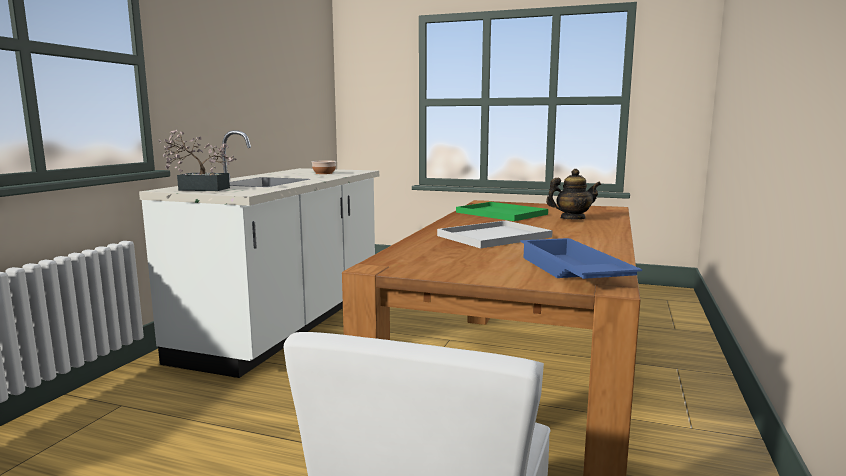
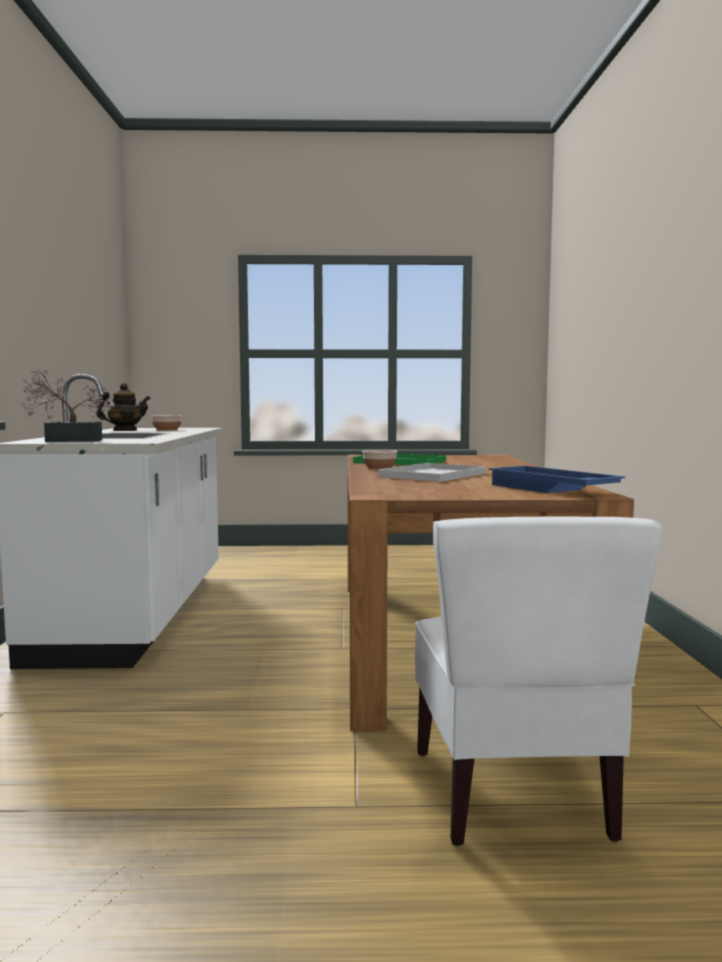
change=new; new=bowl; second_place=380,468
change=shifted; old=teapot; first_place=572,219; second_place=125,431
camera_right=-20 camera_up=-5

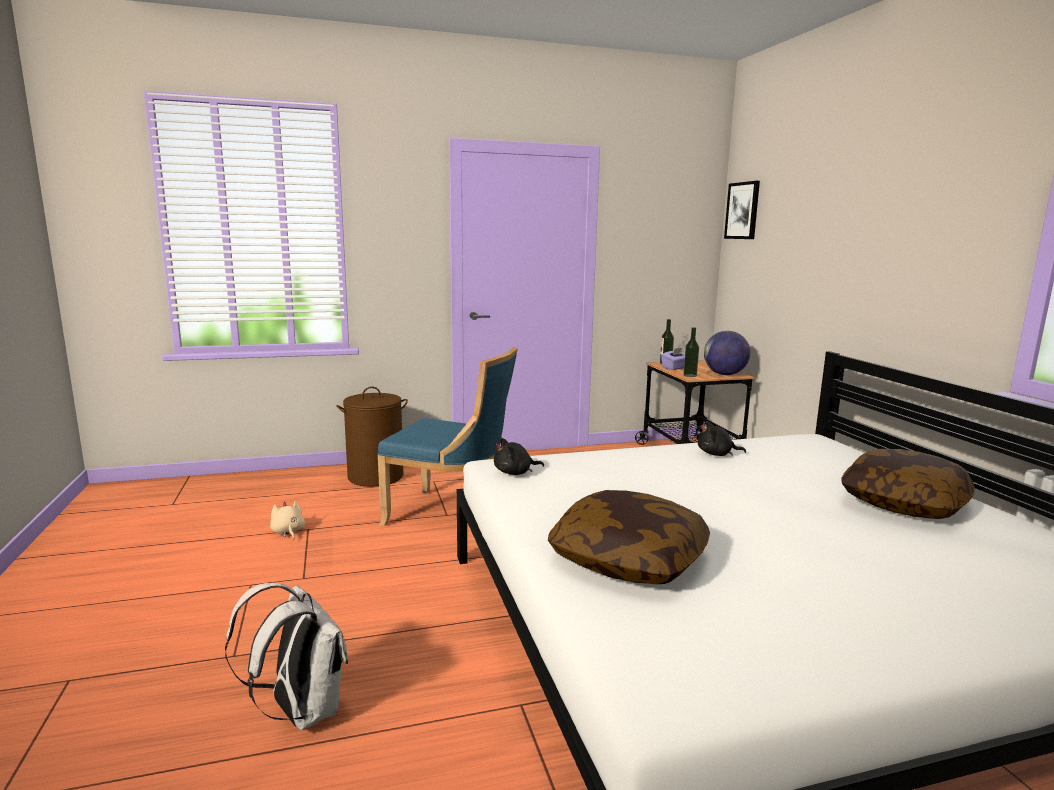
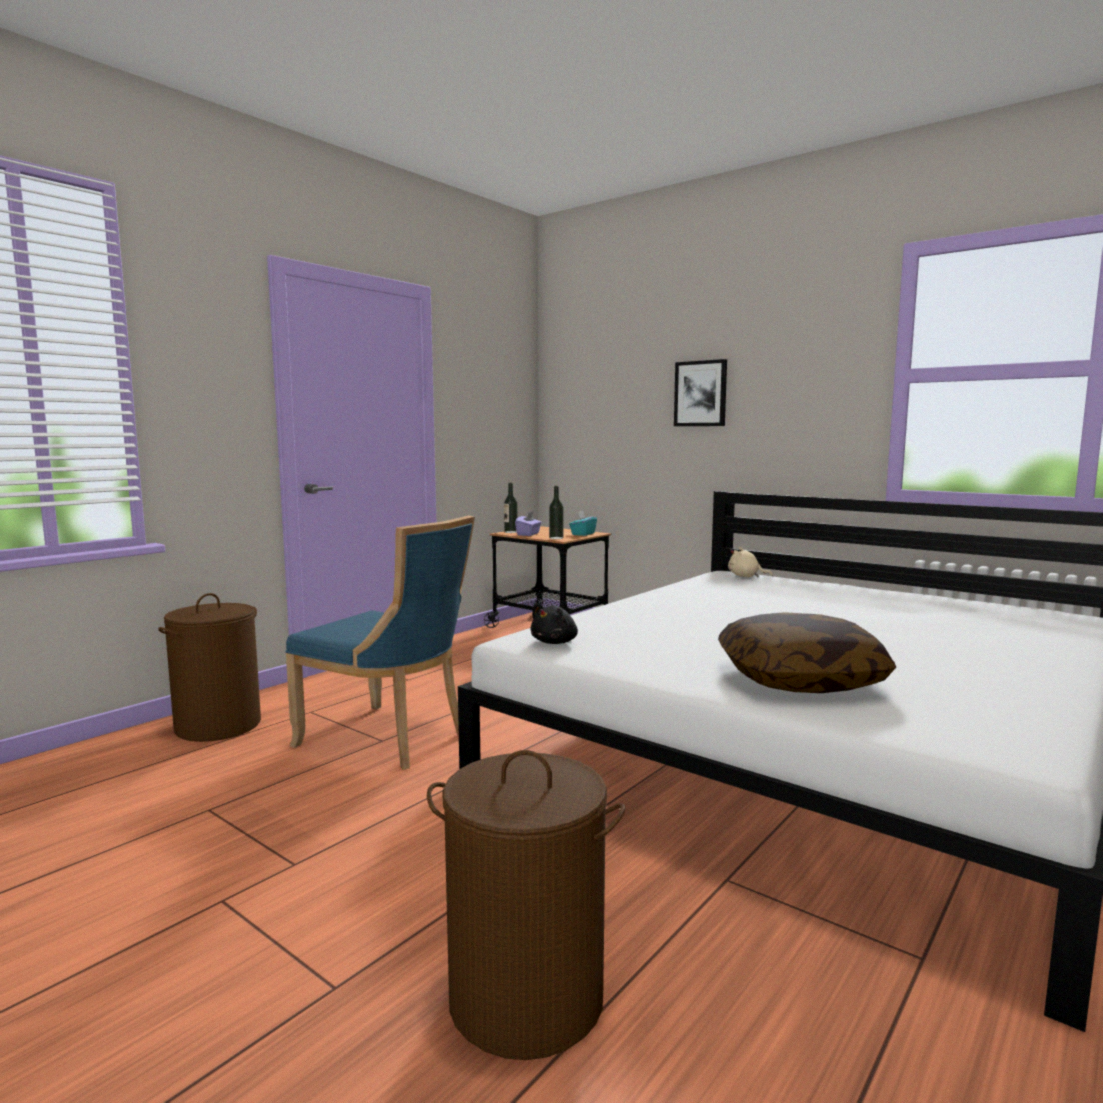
change=gone; old=plush toy (black); first_place=717,454
change=gone; old=pillow; first_place=903,503
change=shifted; old=plush toy (beige); first_place=288,532; second_place=746,576
change=shifted; old=picture; first_place=742,210; second_place=700,393
change=swapped; old=backpack (white); new=laundry basket (brown); first_place=300,711; second_place=524,998
change=swapped; old=globe; new=tissue box (turquoise); first_place=724,374; second_place=583,534
change=rotated; old=chair (blue); first_place=452,515; second_place=389,739; degrees=45
camera_right=-35 camera_up=-5

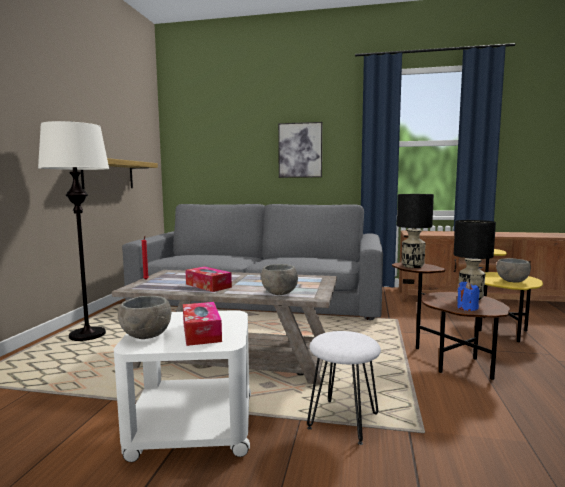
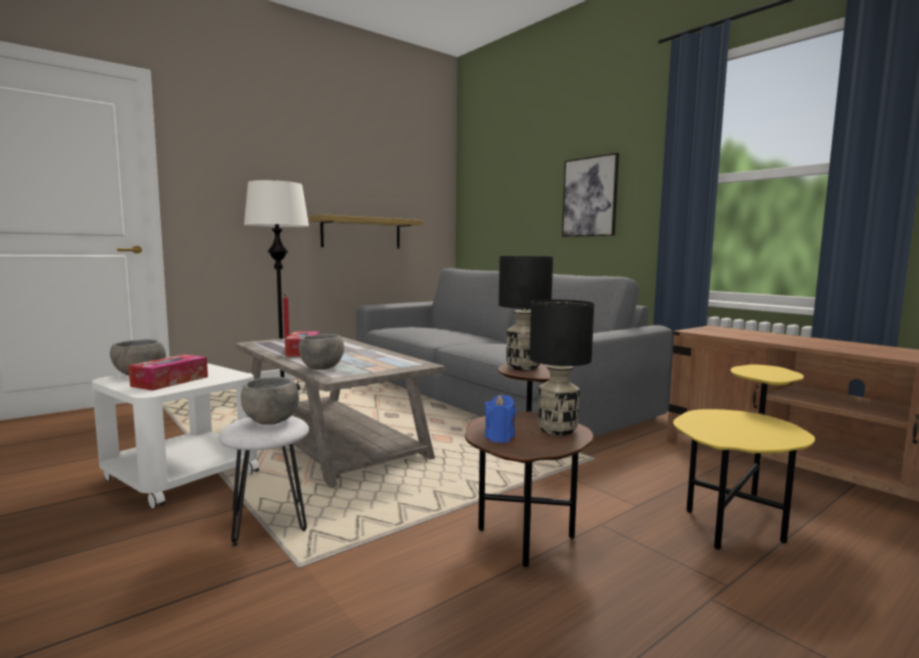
change=shifted; old=bowl (grey); first_place=513,281; second_place=271,421
camera_right=40 camera_up=0

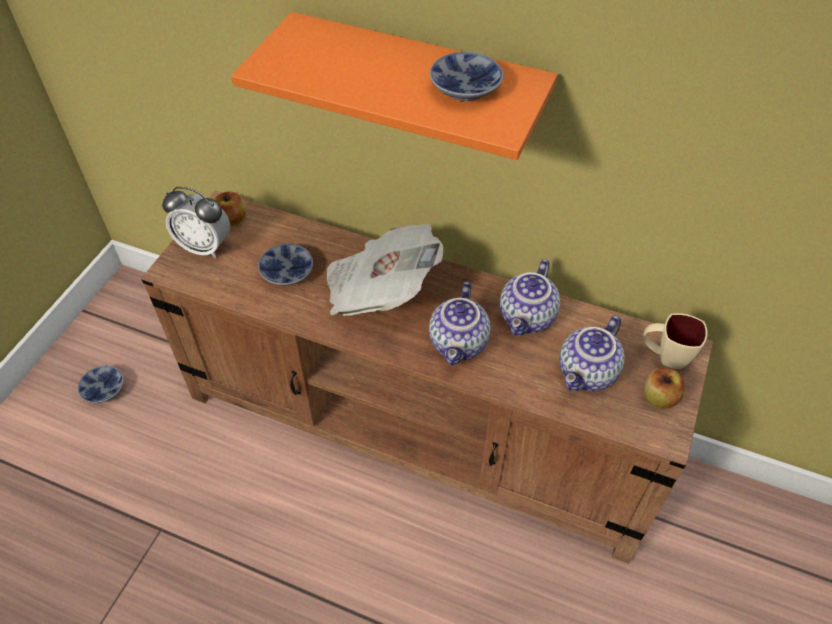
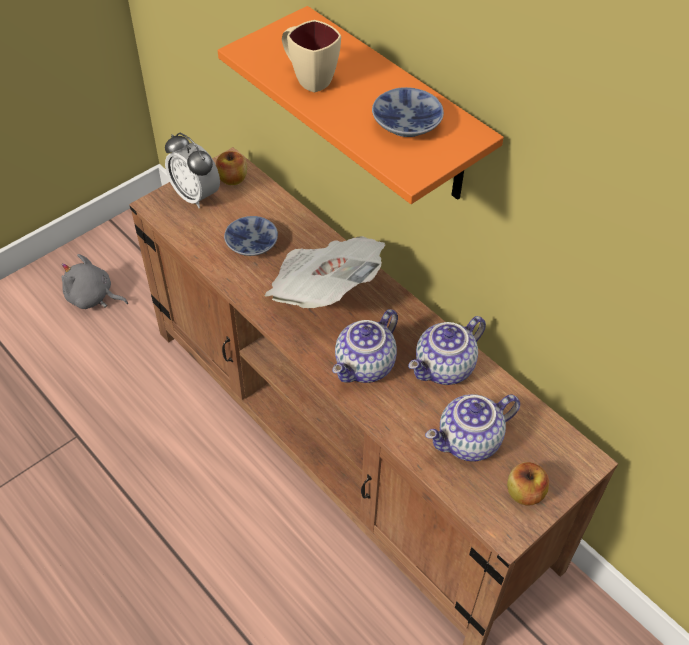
change=shifted; old=mug (beige); first_place=664,357; second_place=308,79
change=swapped; old=bowl; new=plush toy (grey); first_place=105,390; second_place=92,297
camera_right=25 camera_up=0

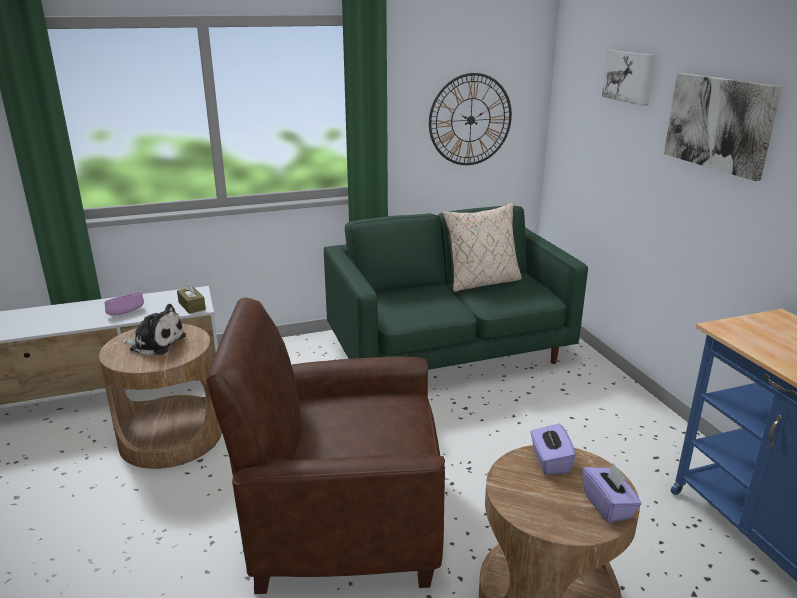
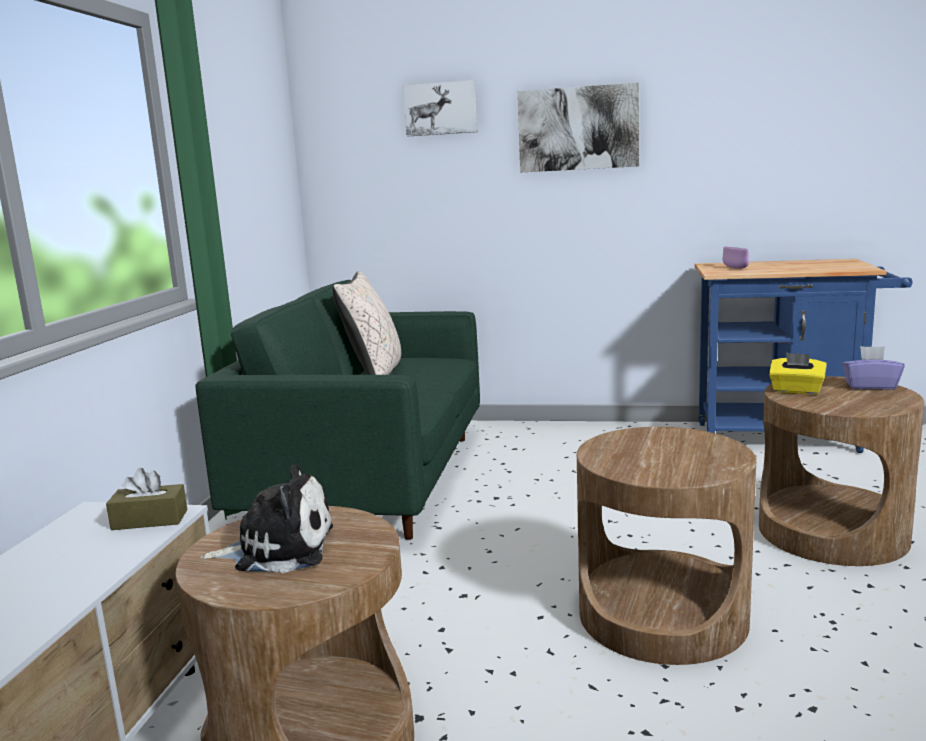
change=gone; old=wall clock; first_place=470,120
change=shifted; old=bowl (purple); first_place=126,312; second_place=735,268
change=swapped; old=armchair (brown); new=side table (brown); first_place=341,523; second_place=661,615
change=repainted; old=tissue box (purple); new=tissue box (yellow); first_place=549,461; second_place=796,391
change=rotated; old=plush toy; first_place=155,343; second_place=278,549; degrees=45
camera_right=-60 camera_up=-10

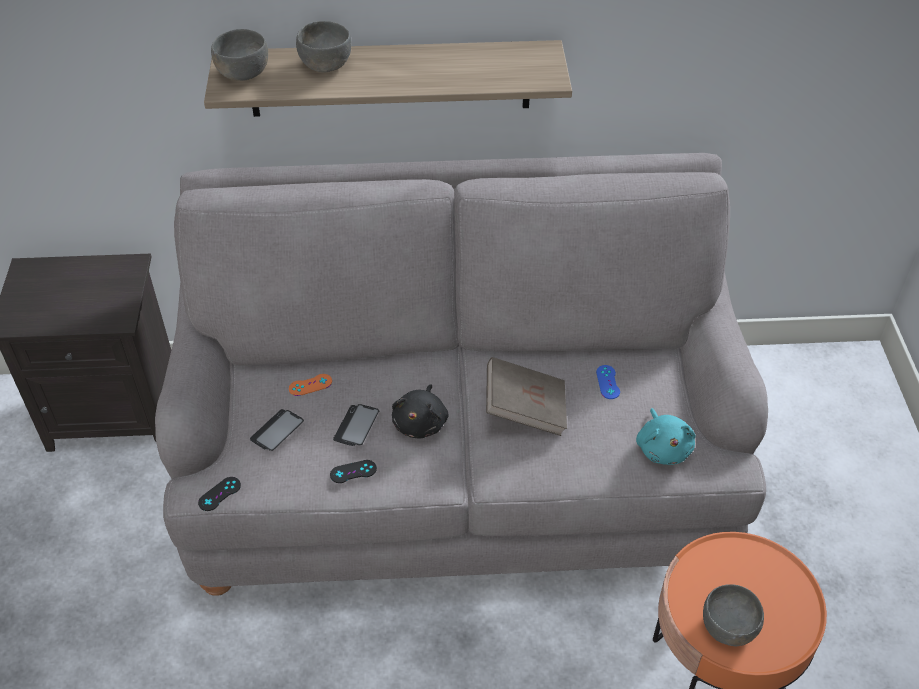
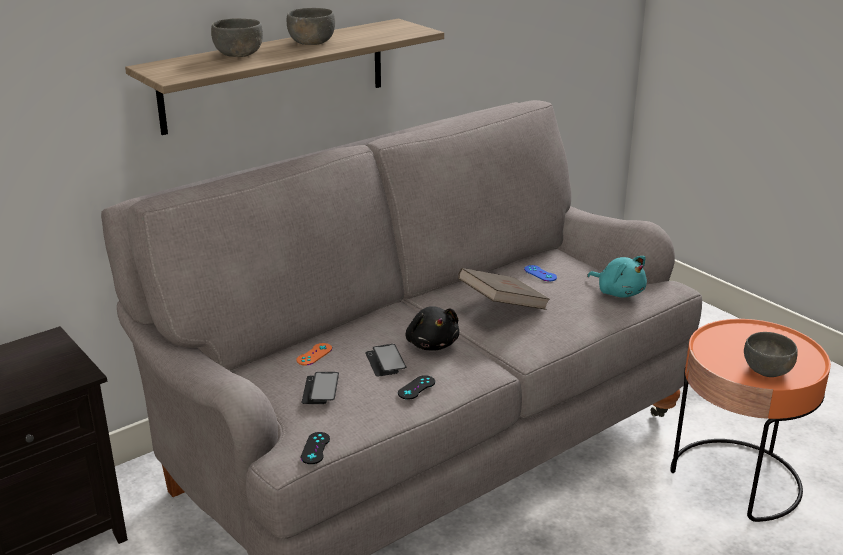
change=shifted; old=bowl (grey); first_place=242,73; second_place=311,42
camera_right=-35 camera_up=-20

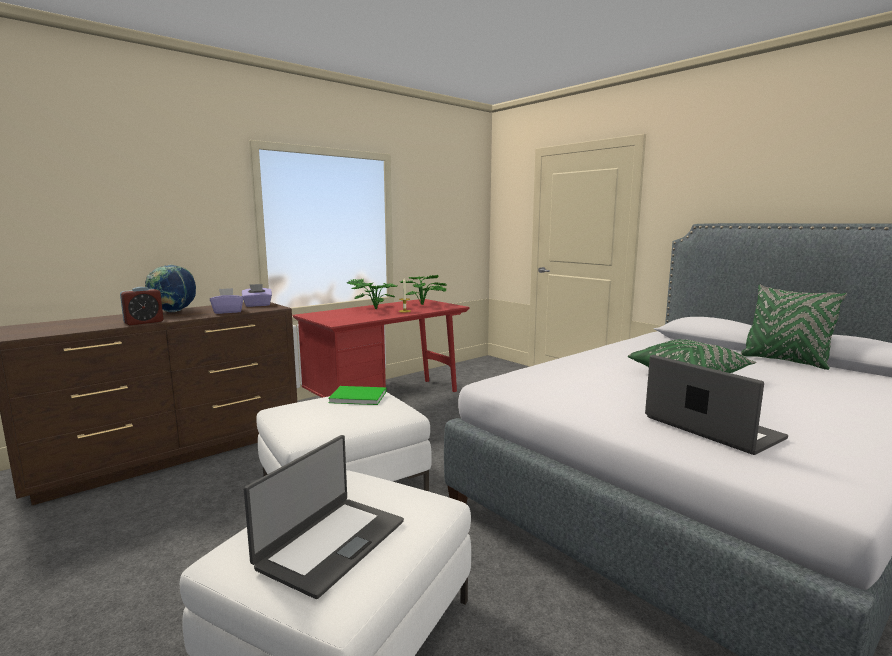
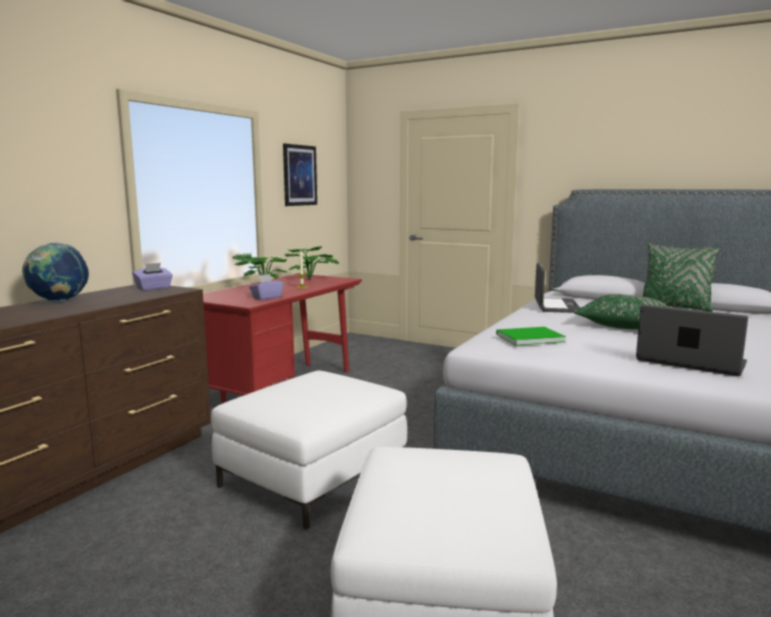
change=gone; old=alarm clock; first_place=144,322
change=new; new=picture; second_place=299,175
change=shifted; old=tissue box (purple); first_place=228,312; second_place=266,297
change=shifted; old=laptop; first_place=330,543; second_place=556,306
change=shifted; old=book (green); first_place=357,396; second_place=527,338
camera_right=-20 camera_up=0

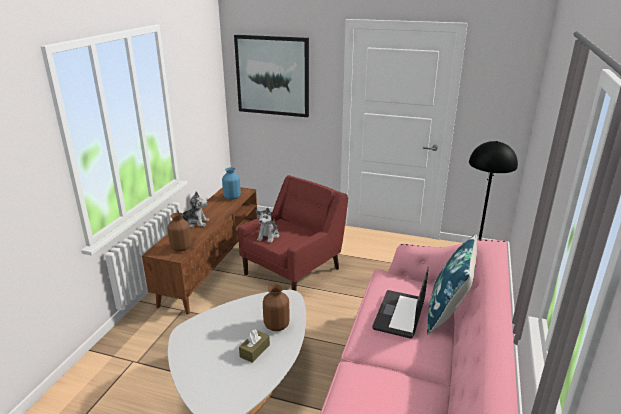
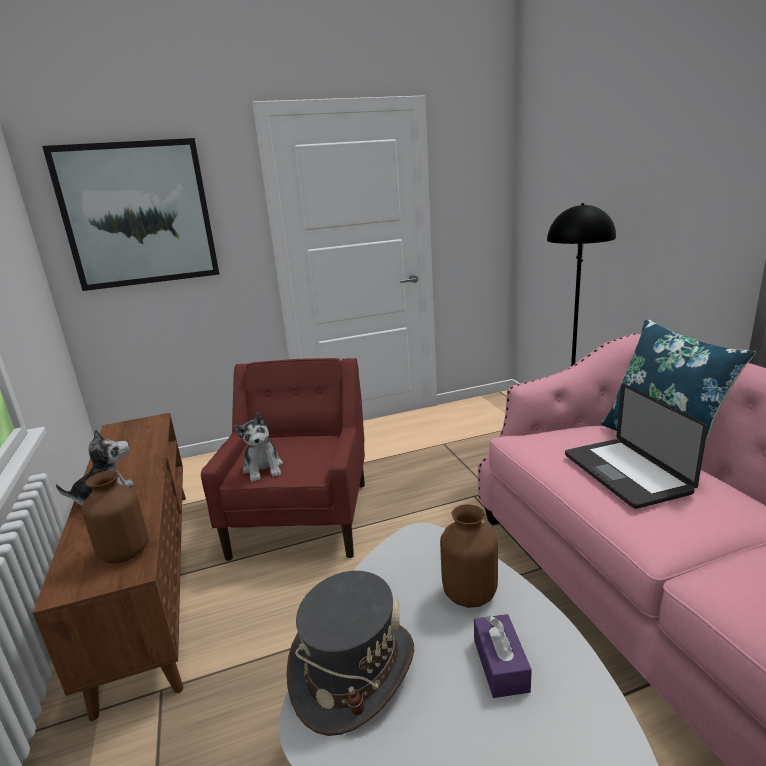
change=gone; old=vase (blue); first_place=232,197
change=new; new=hat (grey); second_place=352,670
change=repainted; old=tissue box (brown); new=tissue box (purple); first_place=254,351; second_place=500,665
camera_right=-35 camera_up=-5

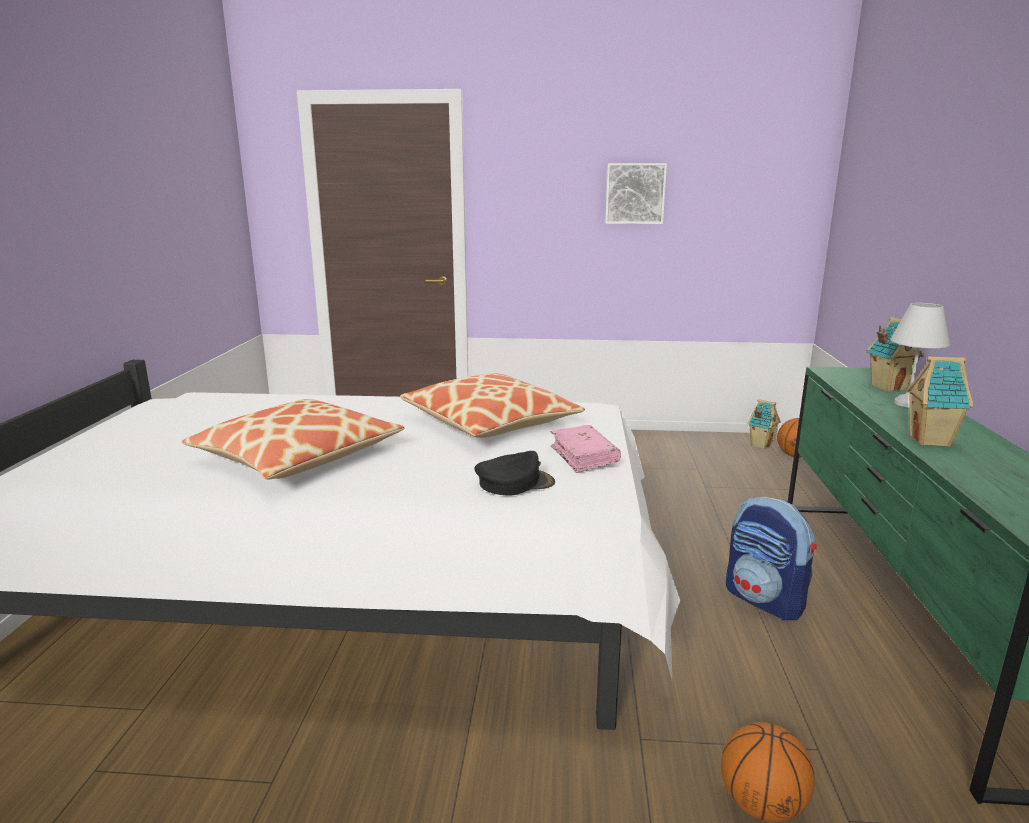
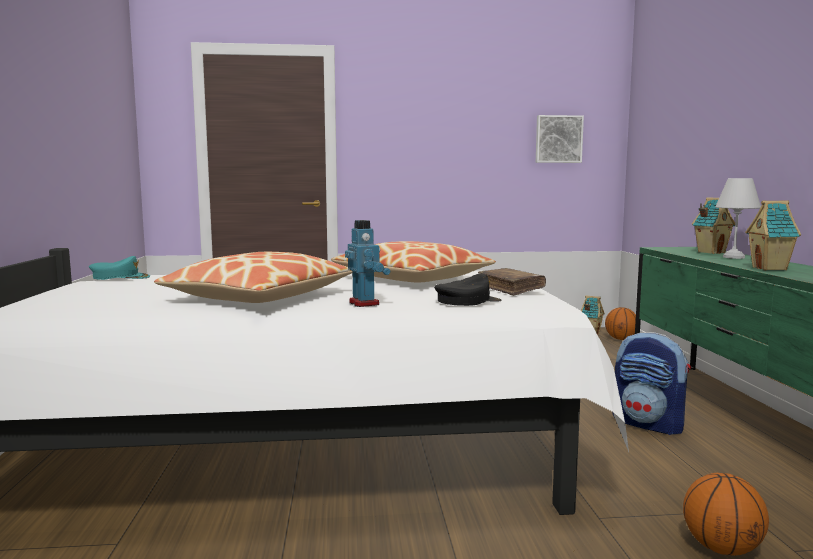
change=new; new=cap (turquoise); second_place=120,277
change=new; new=toy robot; second_place=365,303
change=shifted; old=picture; first_place=635,193; second_place=558,139
change=repainted; old=book (pink); new=book (brown); first_place=584,457; second_place=510,289
camera_right=-10 camera_up=-10

